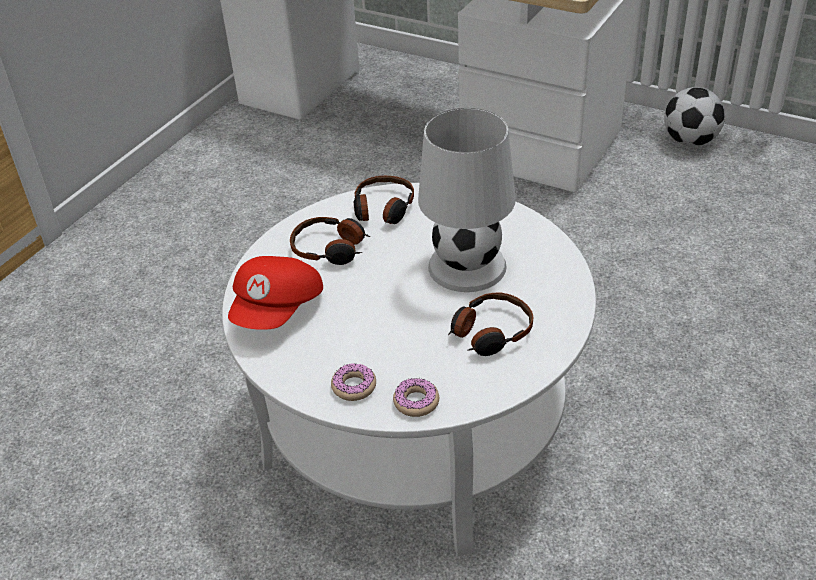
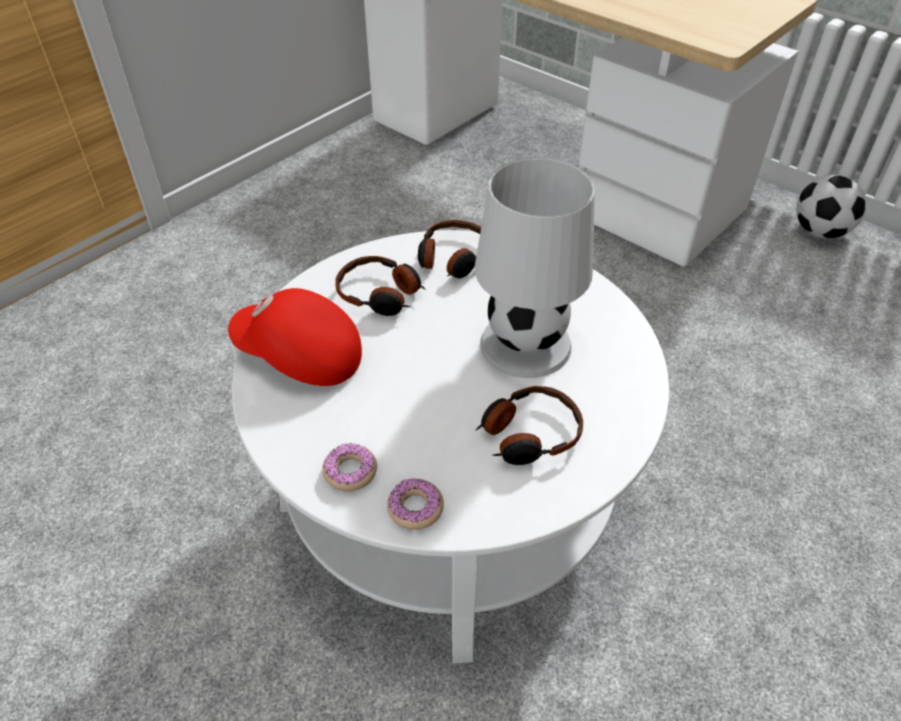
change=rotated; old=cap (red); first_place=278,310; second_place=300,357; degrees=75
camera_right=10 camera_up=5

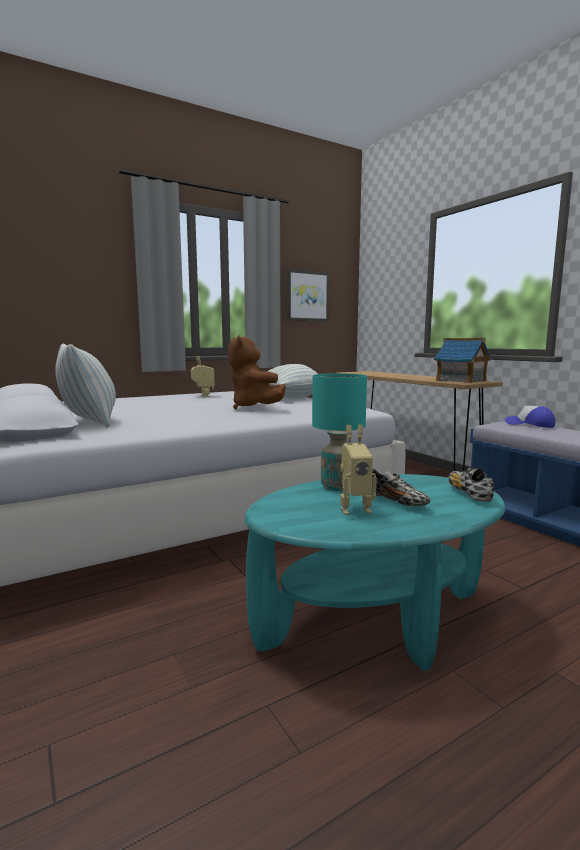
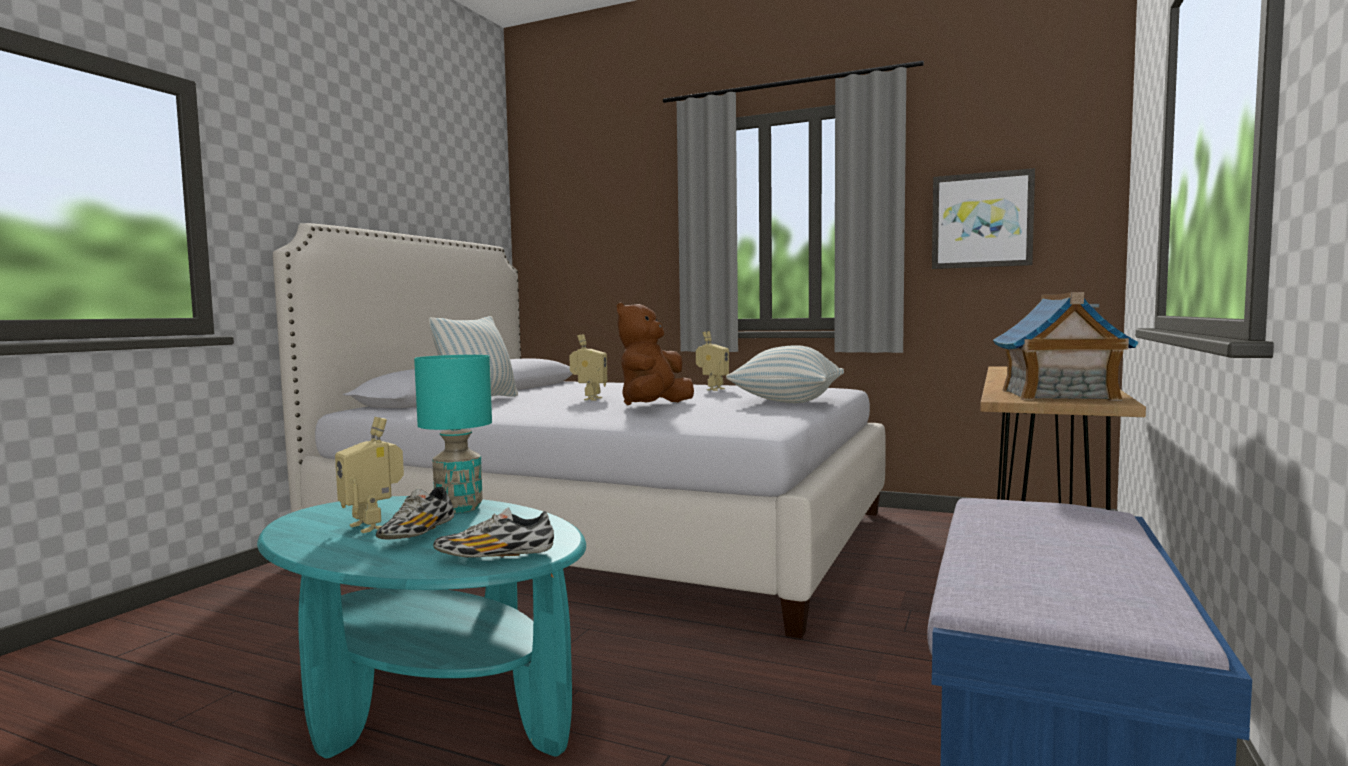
change=gone; old=cap; first_place=529,424
change=new; new=toy robot; second_place=589,399
change=rotated; old=shoe; first_place=468,494; second_place=495,557; degrees=-150
camera_right=55 camera_up=-5

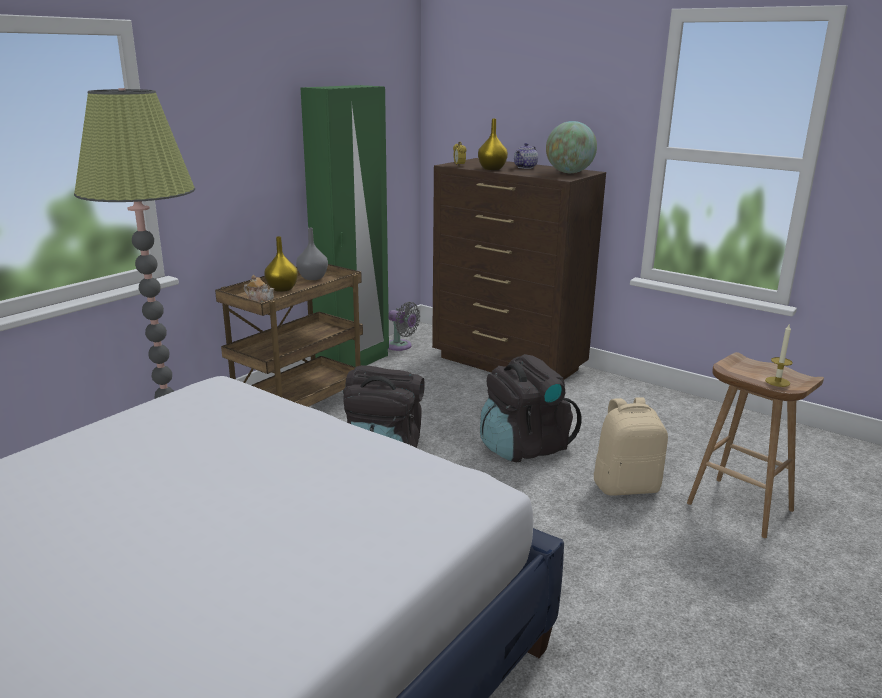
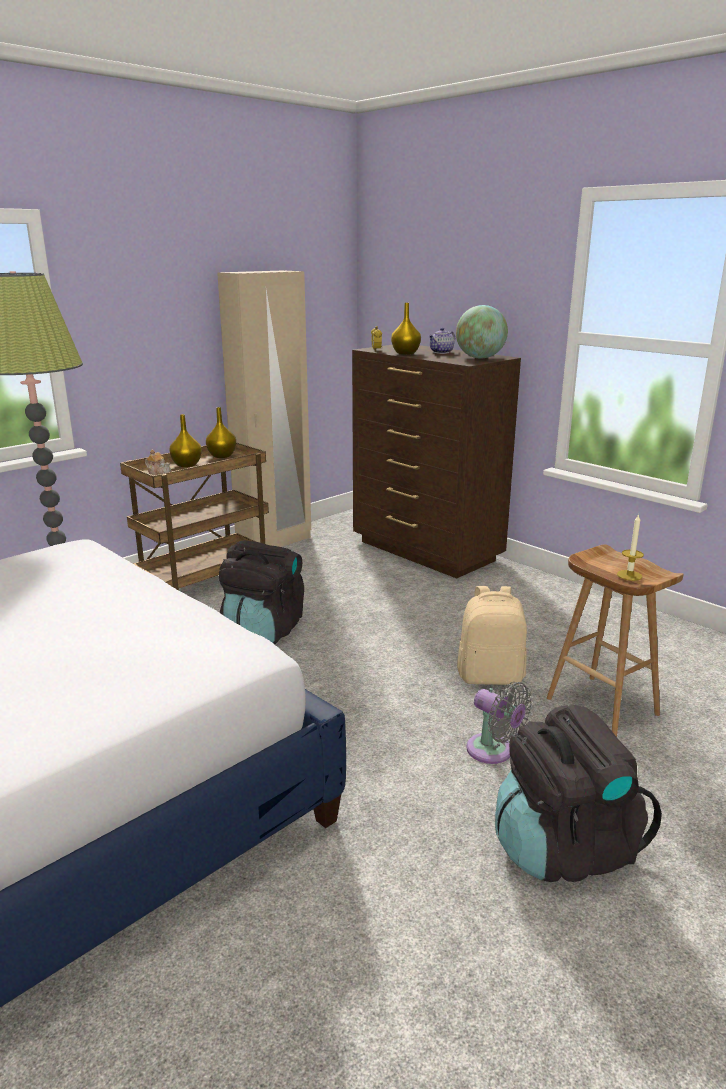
change=shifted; old=fan (grey); first_place=401,346; second_place=493,751
change=shifted; old=backpack (black); first_place=524,447; second_place=564,848
change=repainted; old=vase (grey); new=vase (yellow); first_place=313,278; second_place=222,456
change=repainted; old=wardrobe (green); new=wardrobe (beige); first_place=353,363; second_place=274,543
camera_right=10 camera_up=0

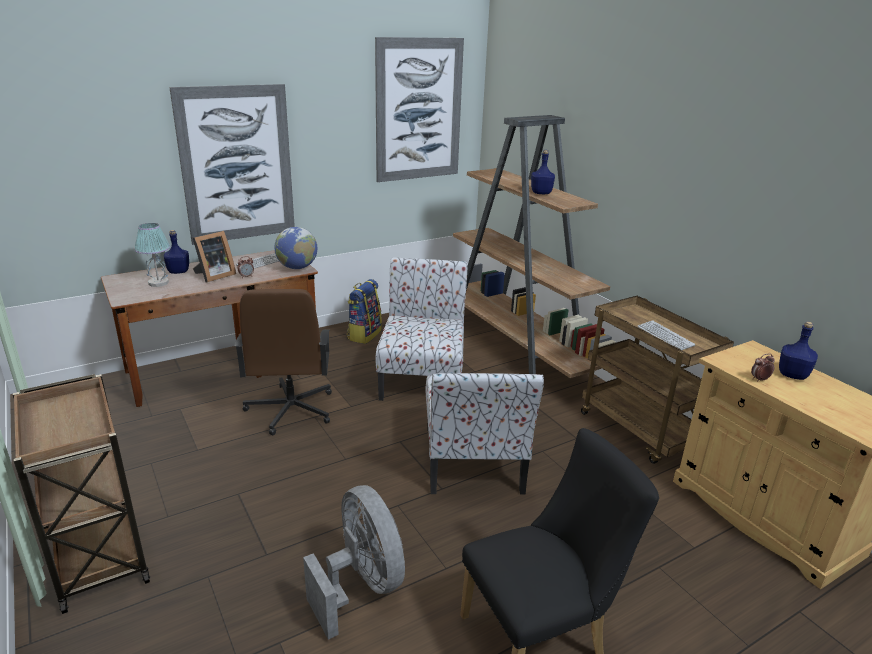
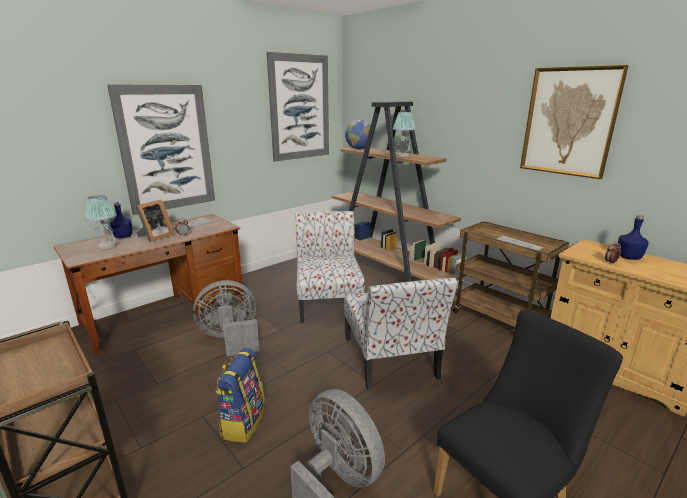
change=new; new=picture; second_place=569,122
change=shifted; old=globe; first_place=297,267; second_place=359,149
change=shifted; old=backpack; first_place=364,334; second_place=242,422
change=swapped; old=office chair (brown); new=fan (grey); first_place=290,410; second_place=231,339
change=swapped; old=bottle (blue); new=table lamp; first_place=540,193; second_place=402,155
camera_right=-10 camera_up=-5

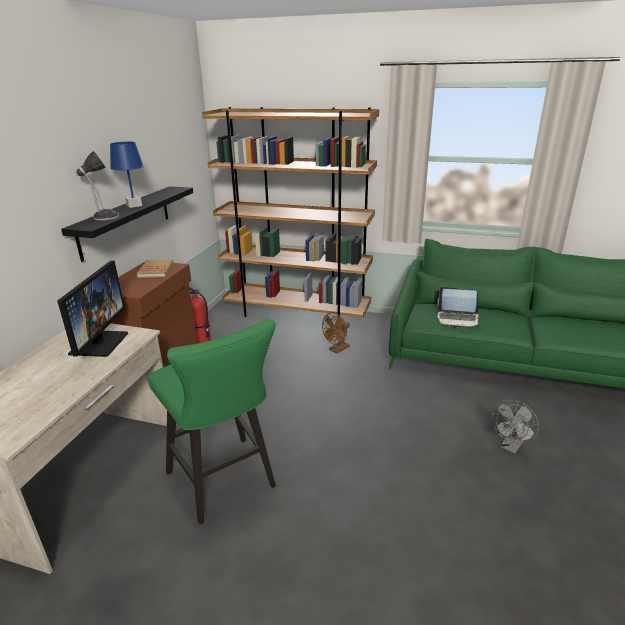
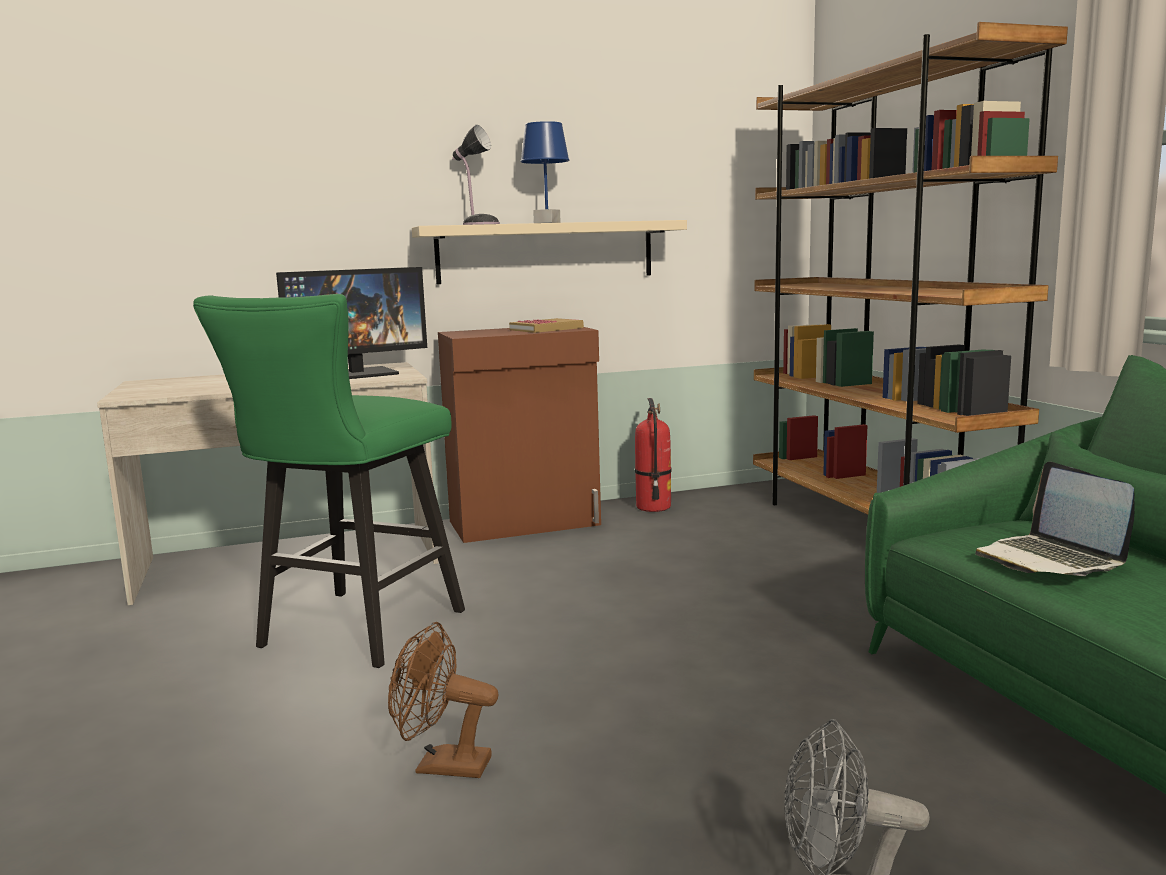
change=shifted; old=fan (brown); first_place=337,349; second_place=442,766
change=repainted; old=shelf (black); new=shelf (beige); first_place=126,221; second_place=546,252
camera_right=55 camera_up=-15

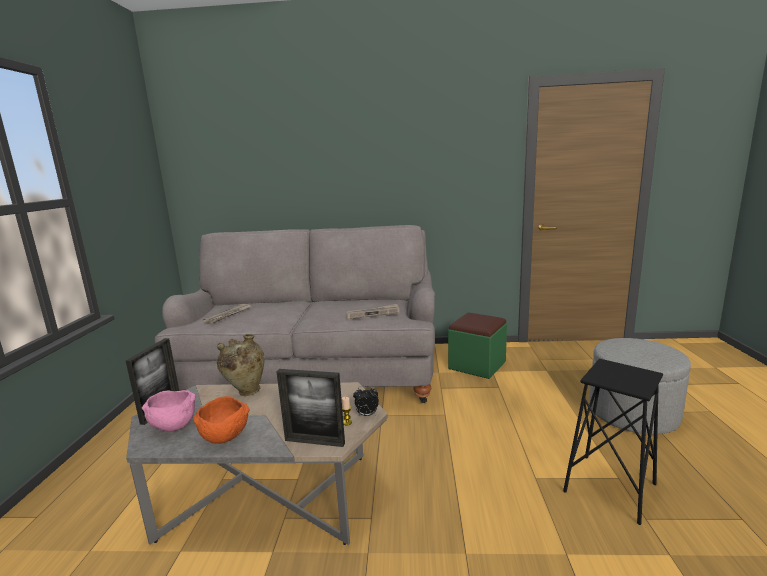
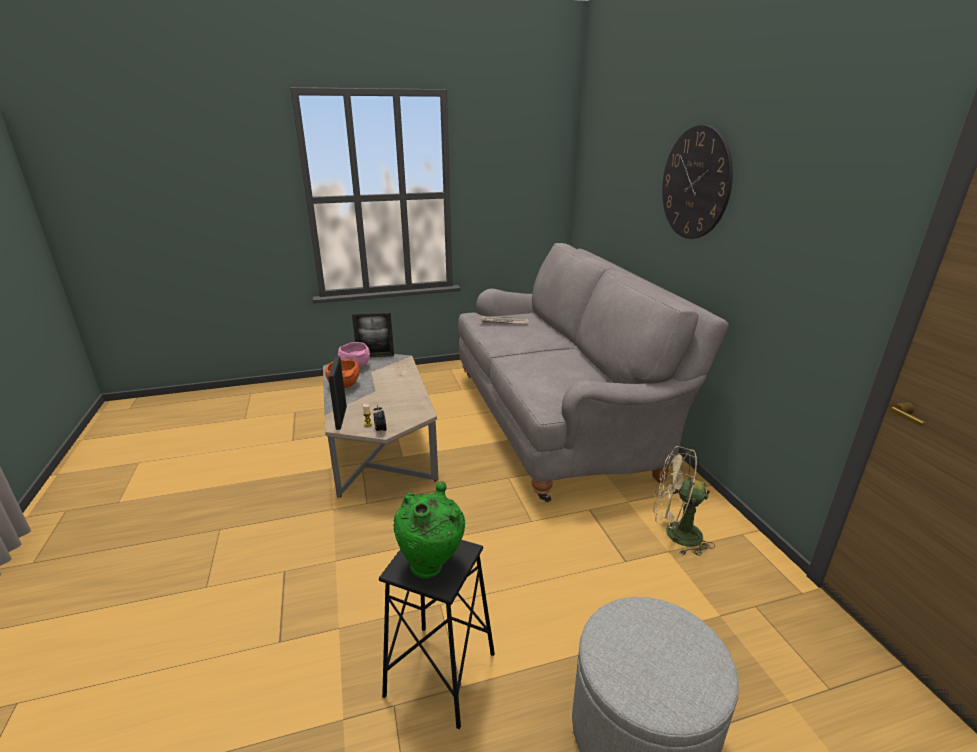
change=gone; old=vase (beige); first_place=246,391
change=gone; old=newspaper; first_place=373,313
change=new; new=vase (green); second_place=431,566
change=new; new=wall clock; second_place=695,183
change=swapped; old=ottoman (green); new=fan (beige); first_place=477,365; second_place=675,534
camera_right=70 camera_up=10

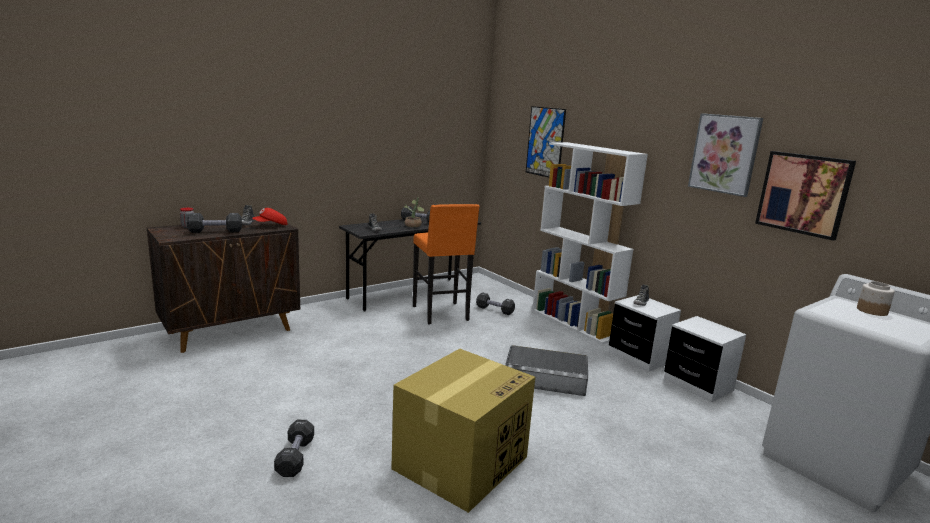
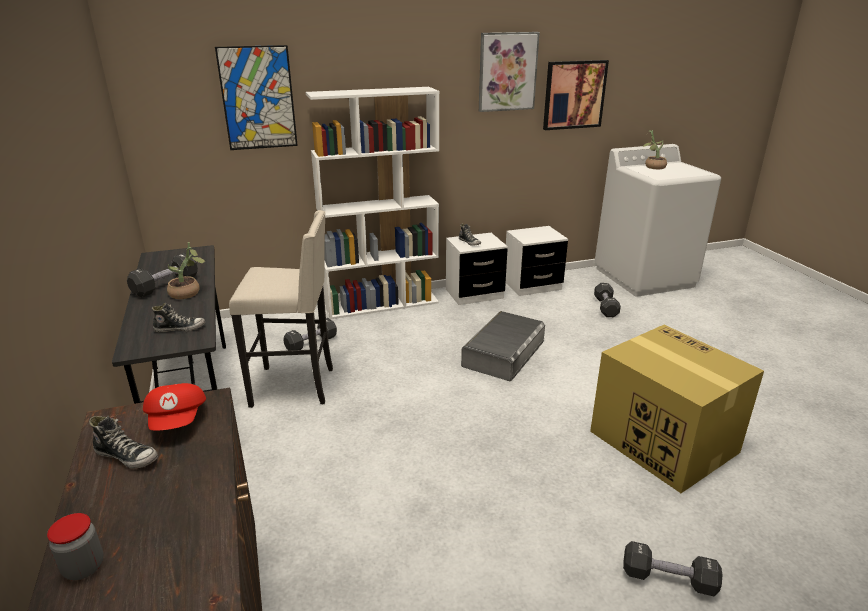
change=shifted; old=dumbbell (black); first_place=215,231; second_place=605,307
change=swapped; old=jar; new=potted plant; first_place=871,311; second_place=652,167
change=repainted; old=stool (orange); new=stool (beige); first_place=442,314; second_place=295,386
camera_right=-70 camera_up=10

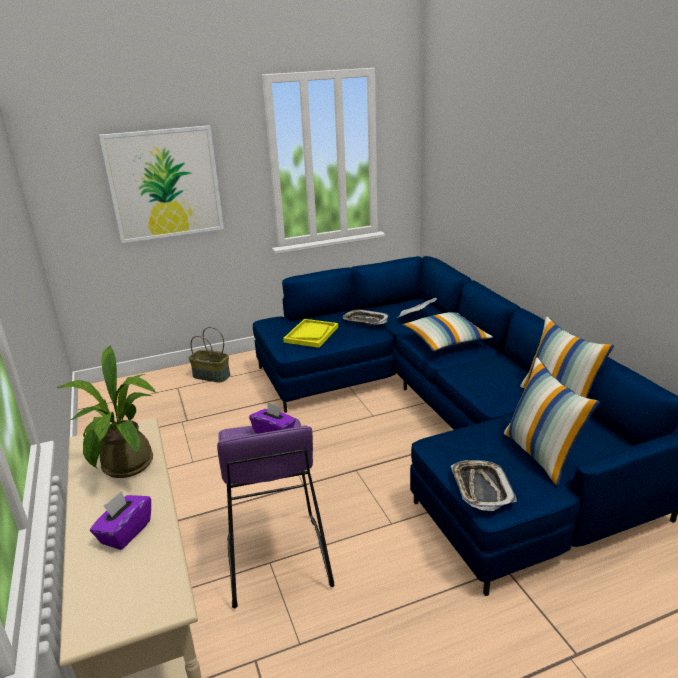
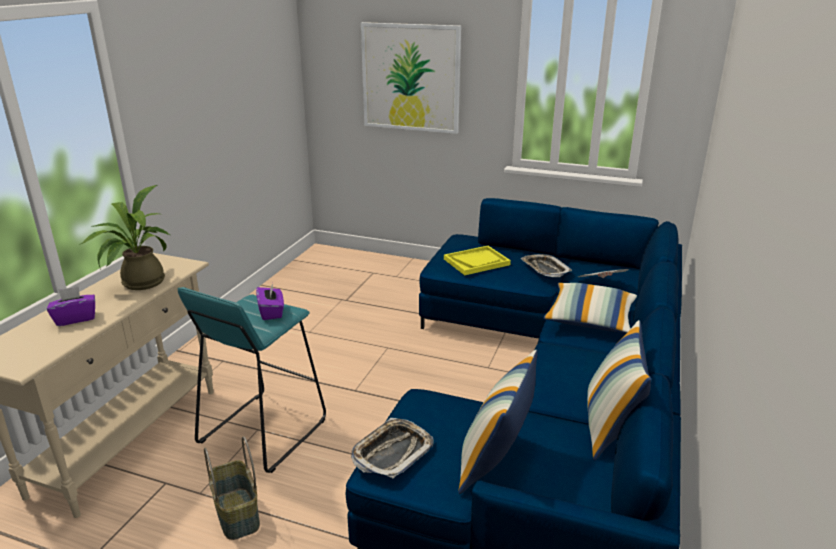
change=shifted; old=basket; first_place=211,376; second_place=236,513
change=repainted; old=stool (purple); new=stool (turquoise); first_place=276,561; second_place=262,431
camera_right=40 camera_up=0

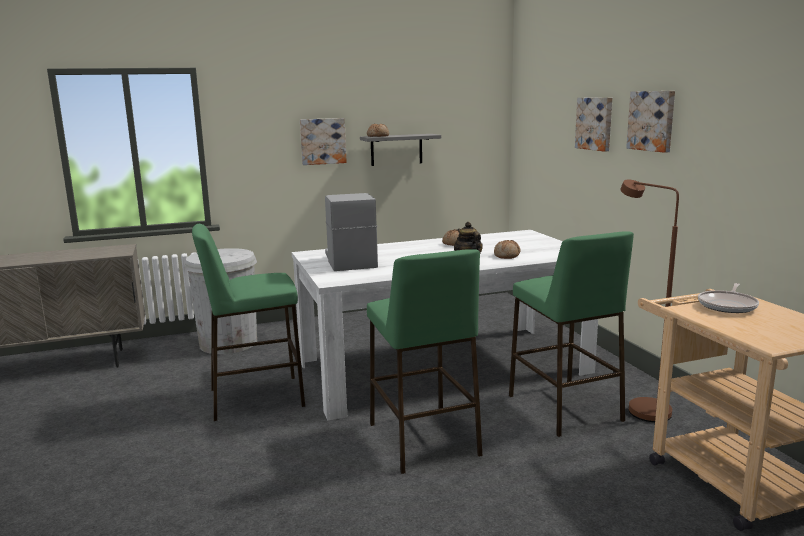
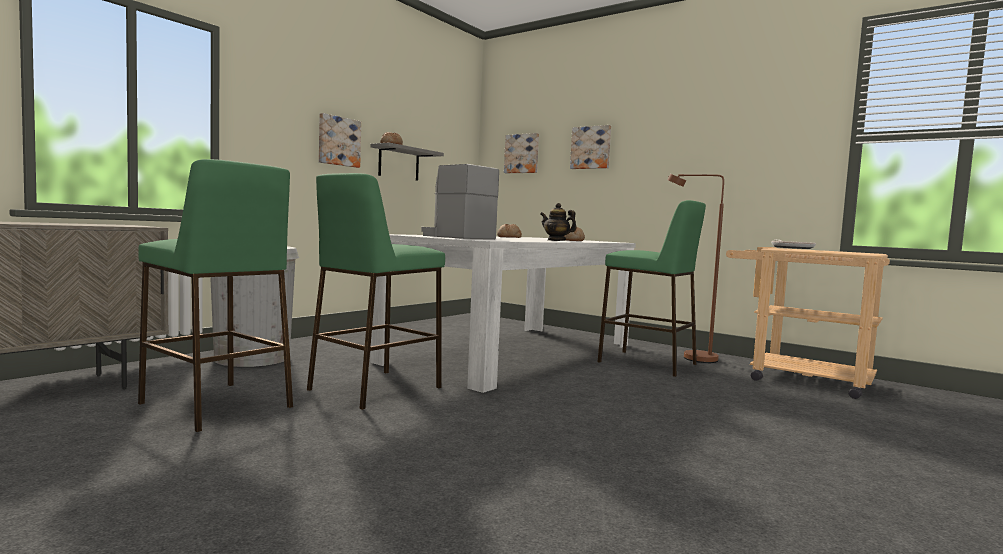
change=shifted; old=stool (green); first_place=423,439; second_place=216,405
change=shifted; old=picture; first_place=652,120; second_place=522,154
camera_right=-35 camera_up=-10

